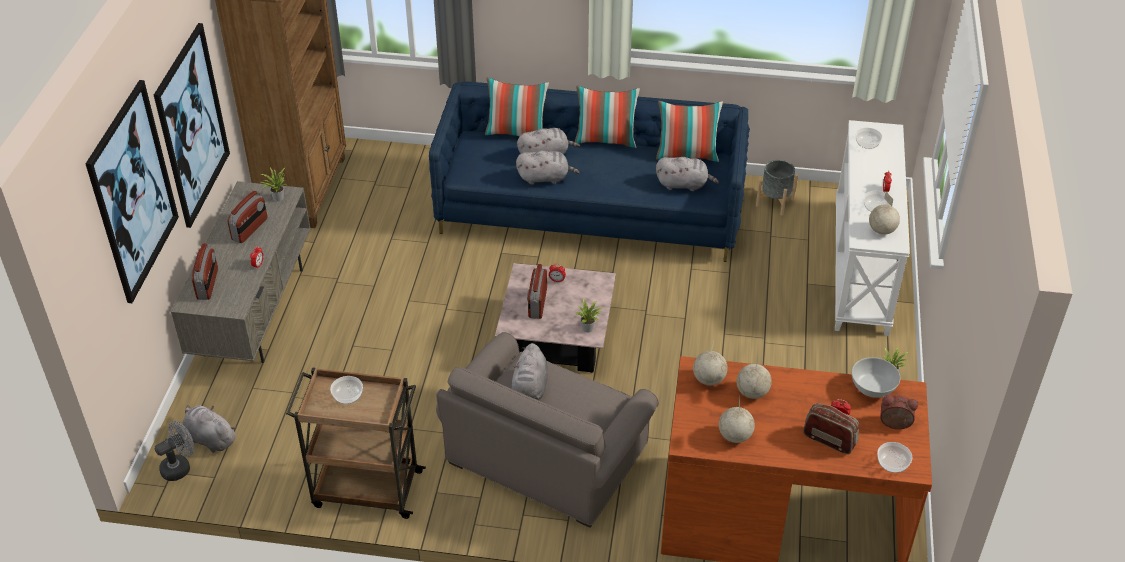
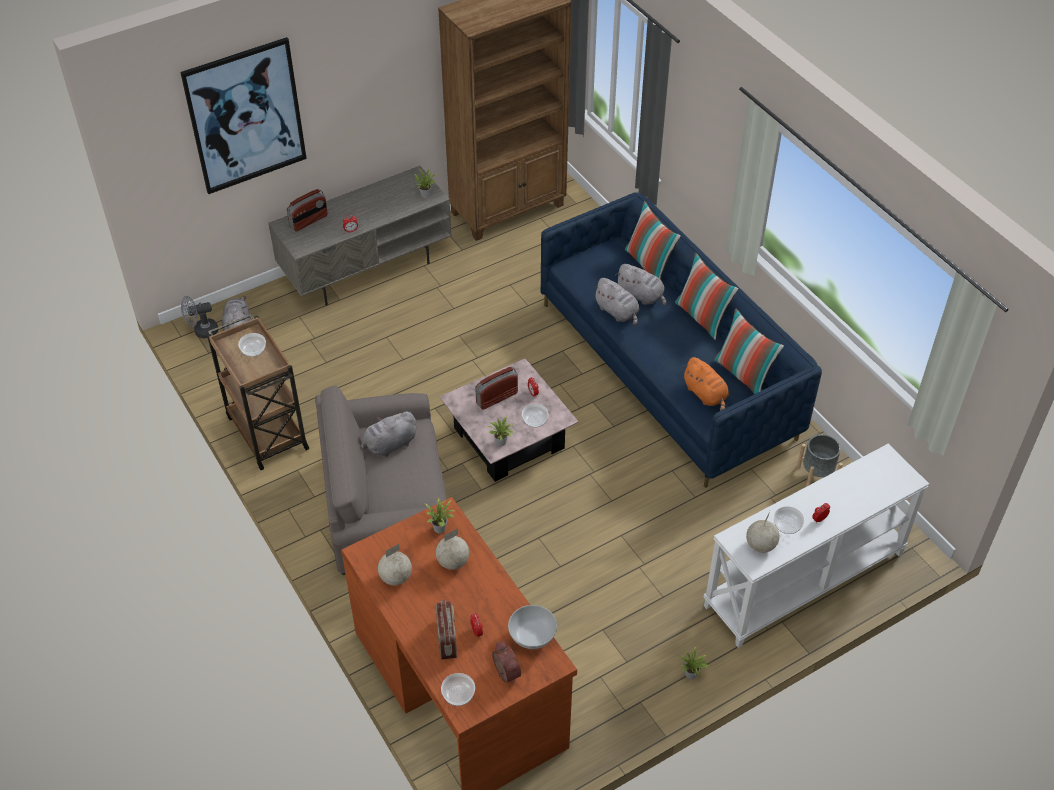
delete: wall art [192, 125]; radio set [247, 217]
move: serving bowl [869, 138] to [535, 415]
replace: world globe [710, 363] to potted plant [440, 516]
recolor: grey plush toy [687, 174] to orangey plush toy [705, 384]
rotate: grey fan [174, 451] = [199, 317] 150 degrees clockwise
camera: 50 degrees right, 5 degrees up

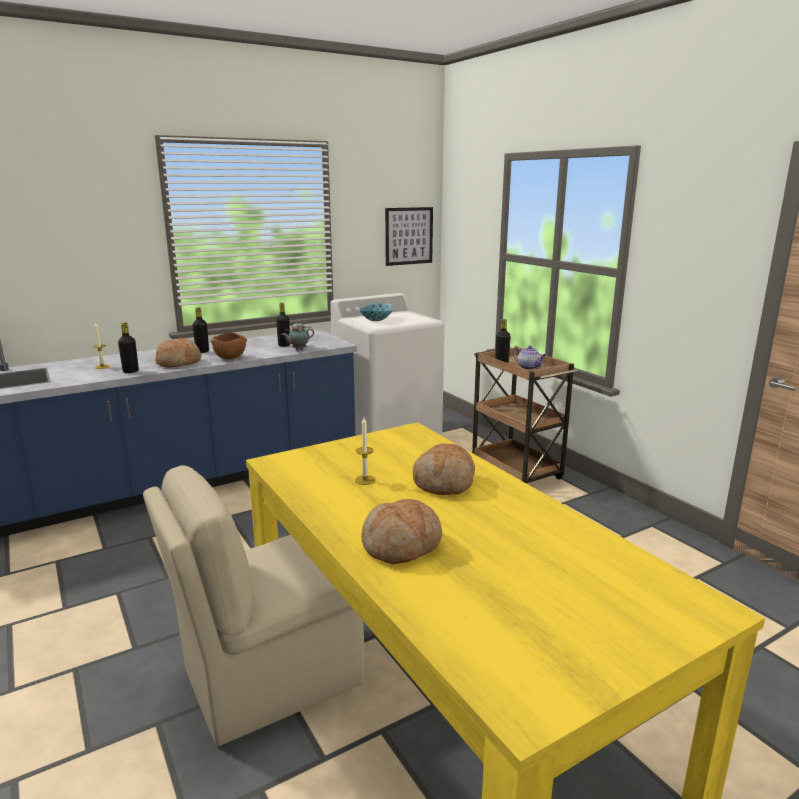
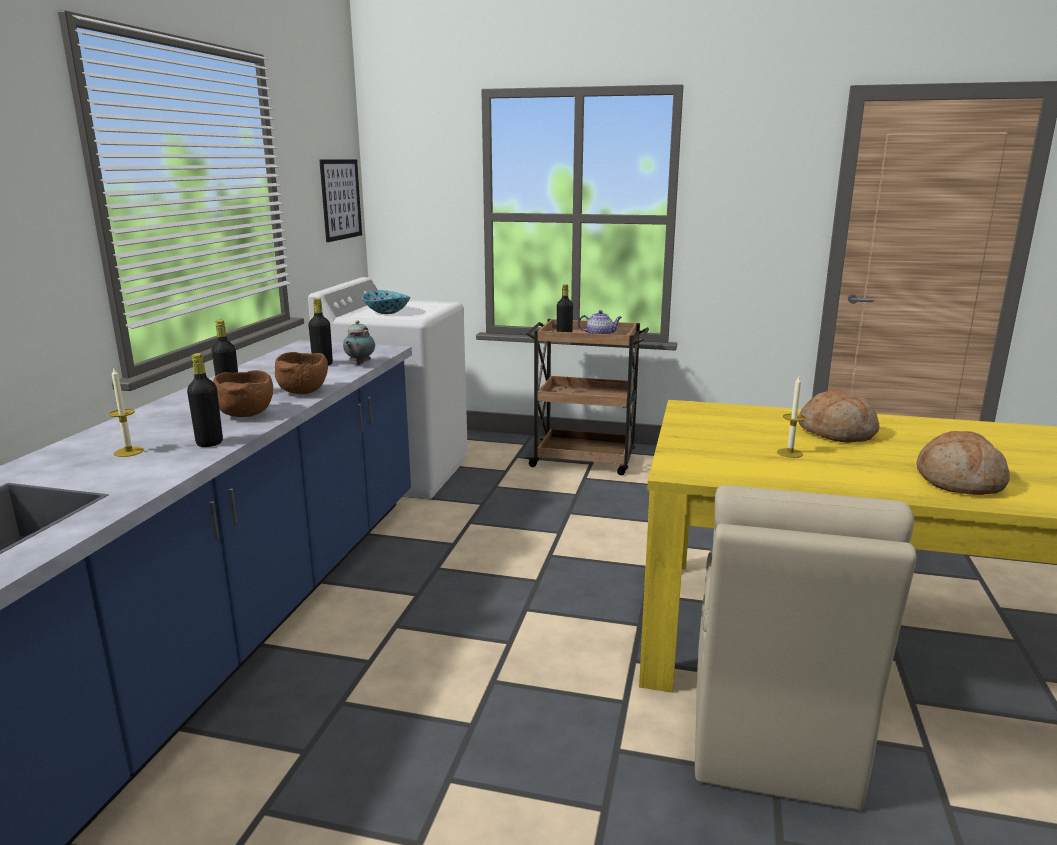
replace: baked bread [178, 352] to brown serving bowl [243, 393]
camera: 45 degrees left, 0 degrees up

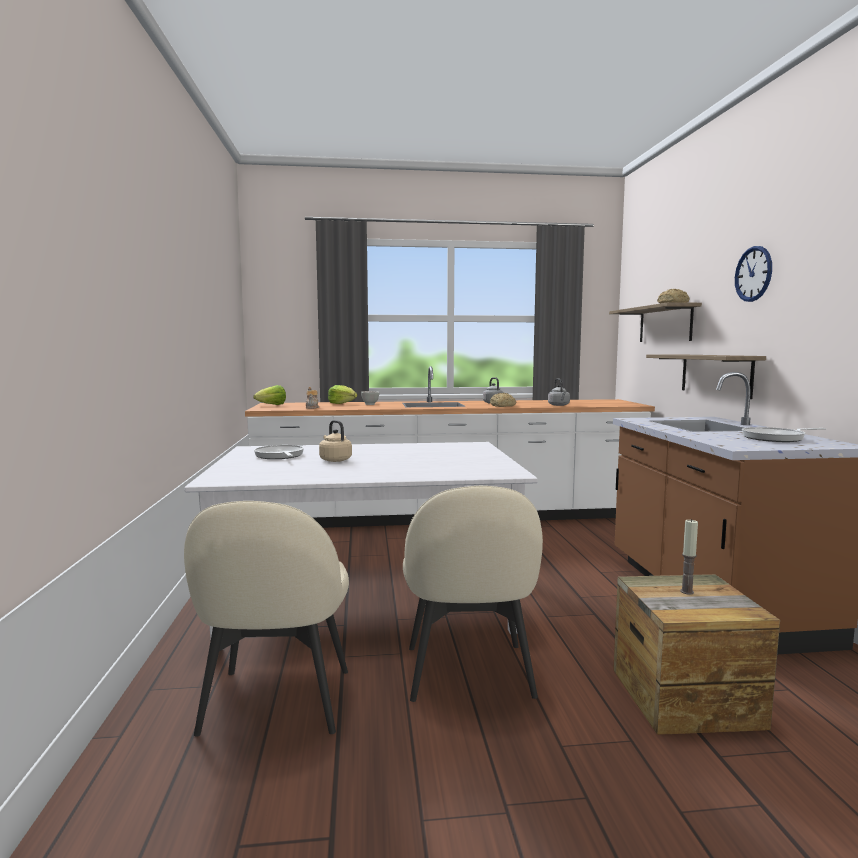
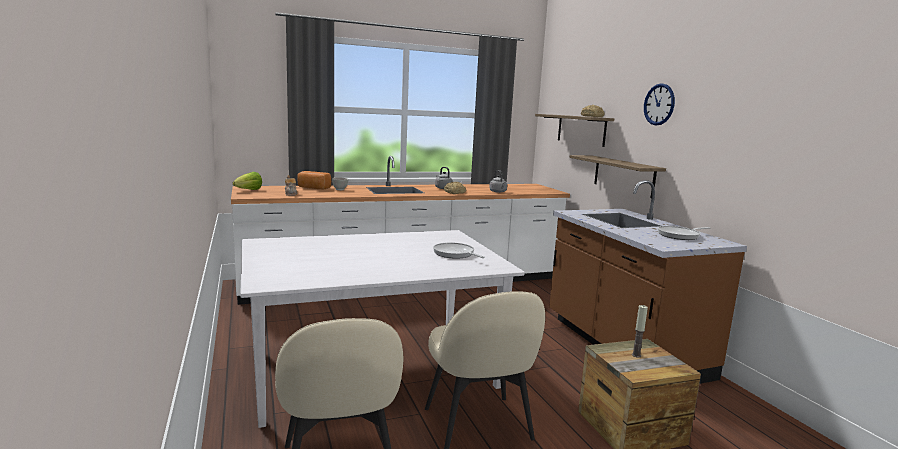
delete: beige-coloured water kettle [335, 441]
move: skillet [279, 452] to [459, 251]
replace: head of lettuce [342, 394] to baked bread [314, 180]
camera: 15 degrees left, 5 degrees up

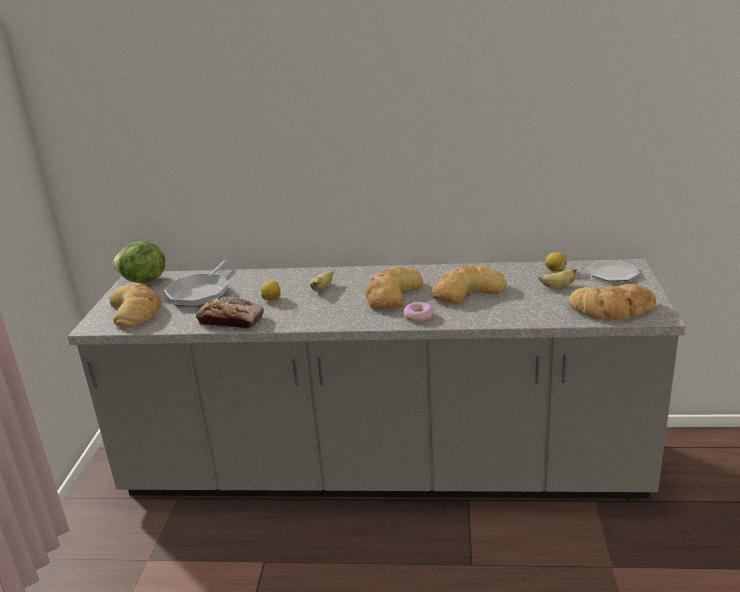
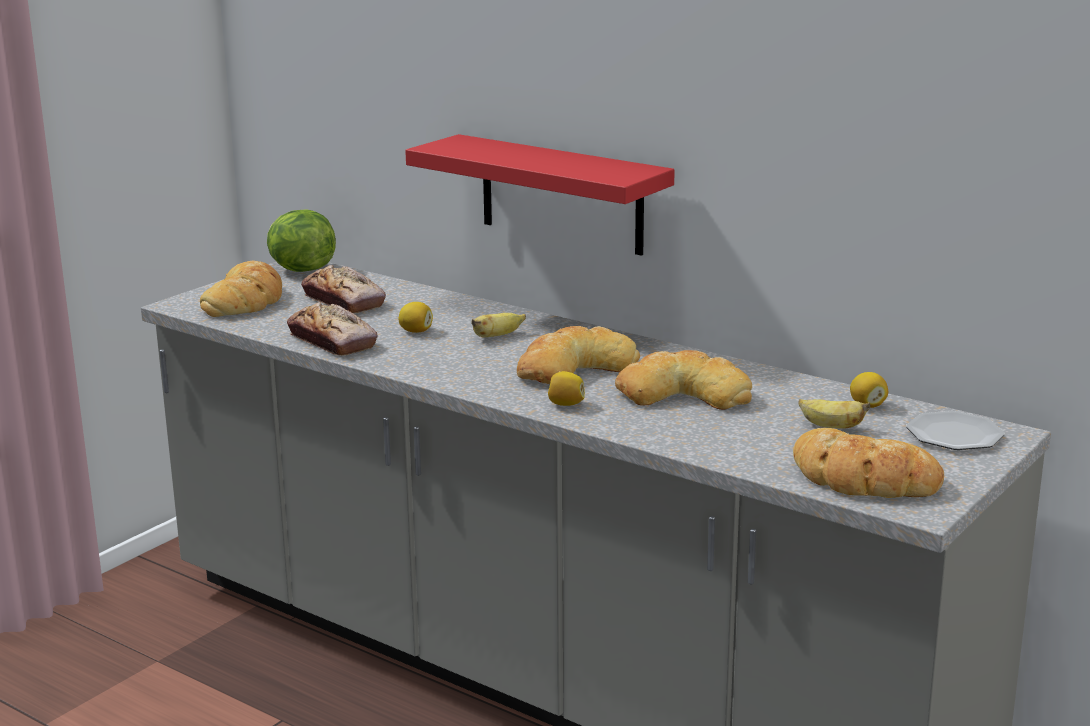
insert: red shelf [540, 195]
replace: skillet [196, 283] to baked bread [343, 289]; donut [418, 312] to whole lemon [566, 388]
camera: 30 degrees right, 5 degrees down

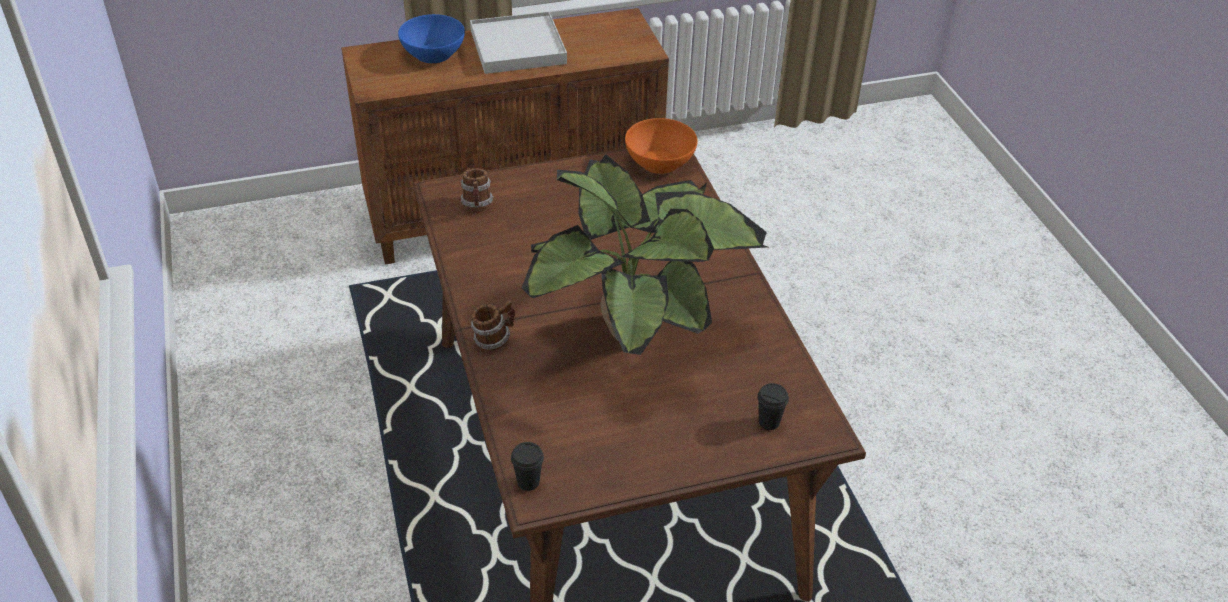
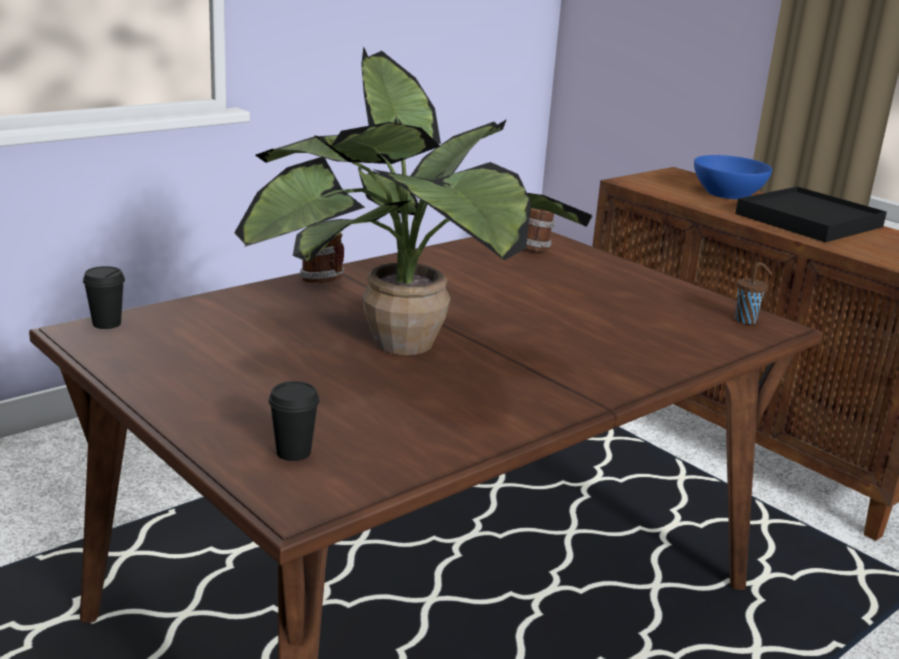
replace: orangey serving bowl [661, 146] to brown cup [753, 293]
recolor: whitish carrying tray [518, 42] to black carrying tray [811, 214]
camera: 65 degrees right, 20 degrees down

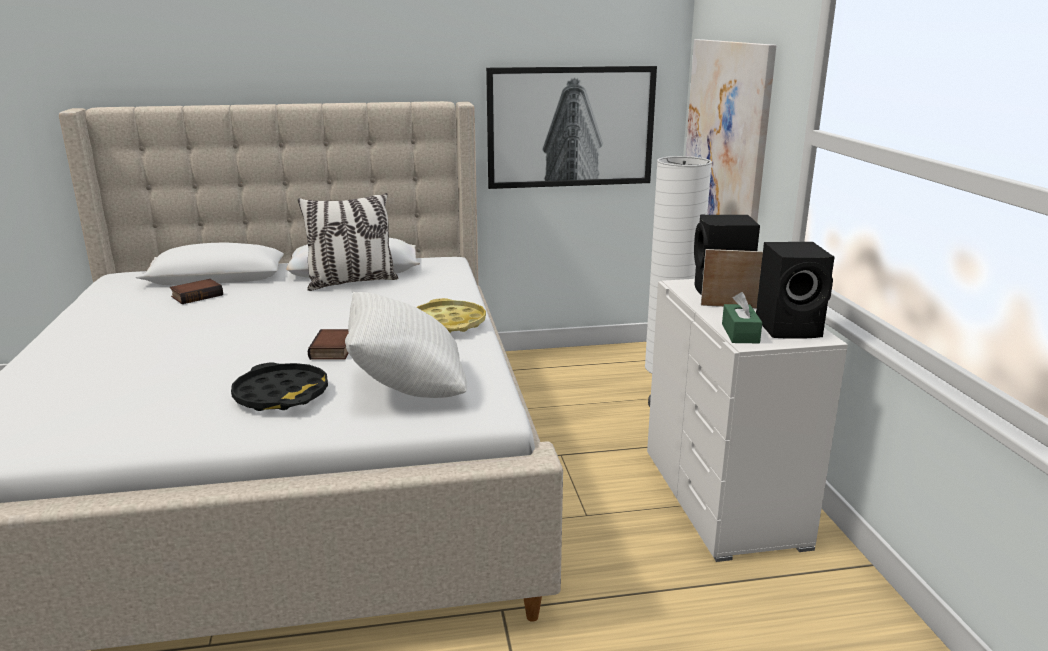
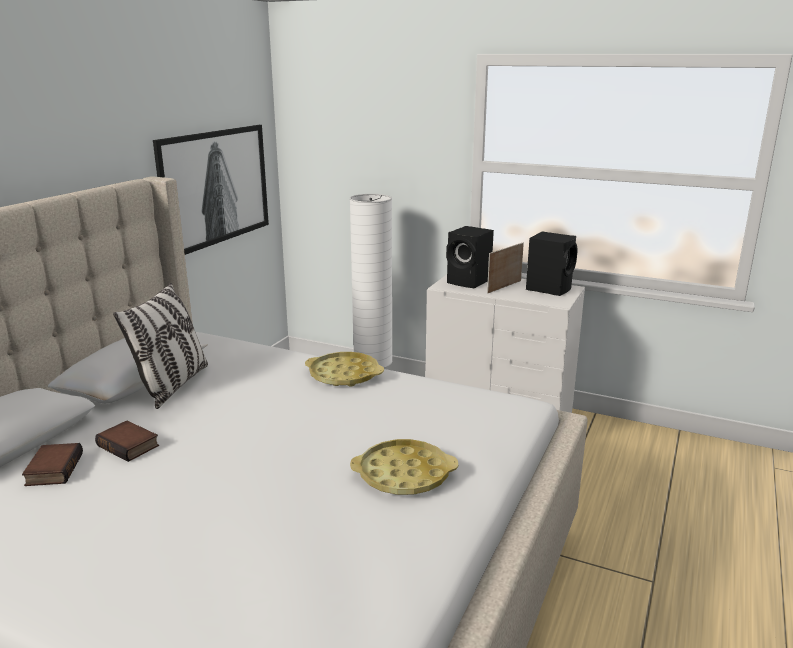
delete: wall art [731, 130]; whitish cushion [406, 345]; green-coloured box of tissues [742, 317]
move: book [328, 344] to [127, 441]
recolor: black carrying tray [279, 386] to yellow carrying tray [404, 467]
camera: 55 degrees left, 0 degrees up

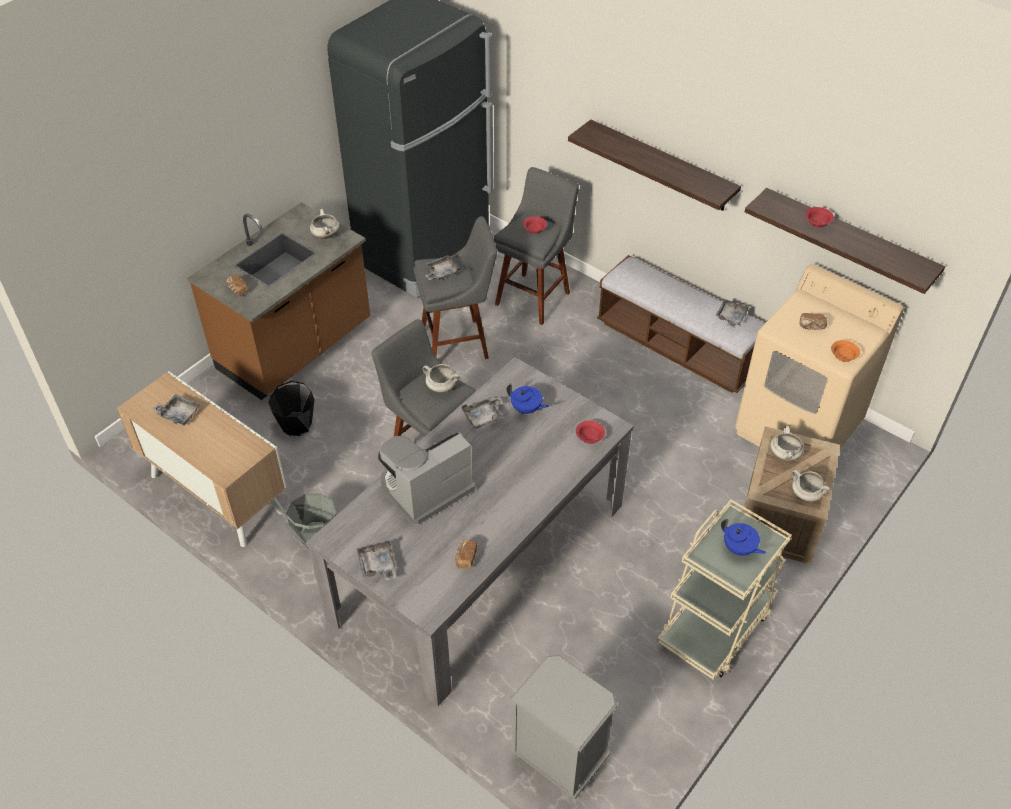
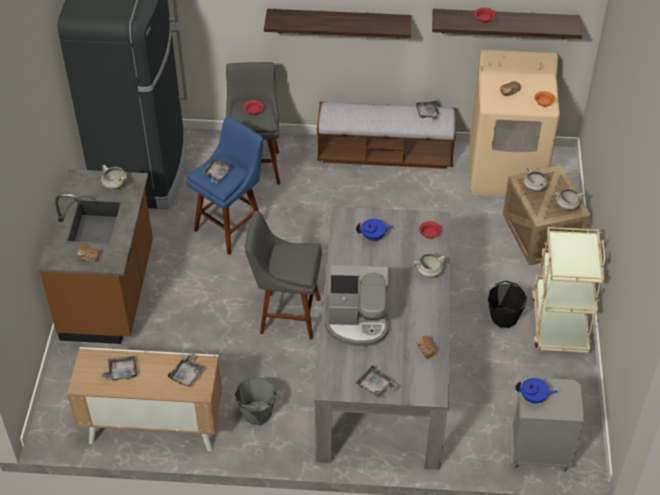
move: whitish saucepot [441, 378] to [430, 265]; black water bucket [291, 409] to [507, 305]; grey carrying tray [482, 413] to [186, 370]; blue tea pot [743, 537] to [536, 390]
recolor: grey stool [455, 287] to blue stool [224, 186]
rotate: coffee machine [427, 478] = [356, 306] 105 degrees counterclockwise
camera: 35 degrees left, 0 degrees up

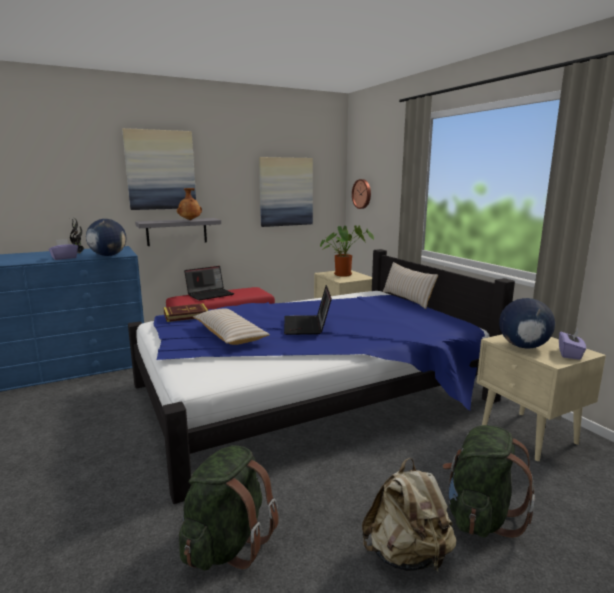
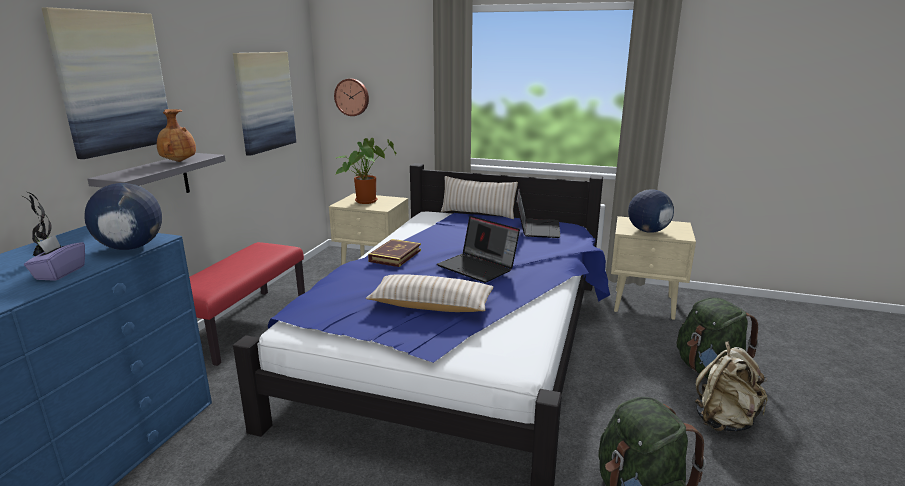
delete: purplish box of tissues [572, 344]
move: notebook computer [209, 283] to [538, 213]; book [185, 312] to [394, 253]
camera: 45 degrees left, 5 degrees up

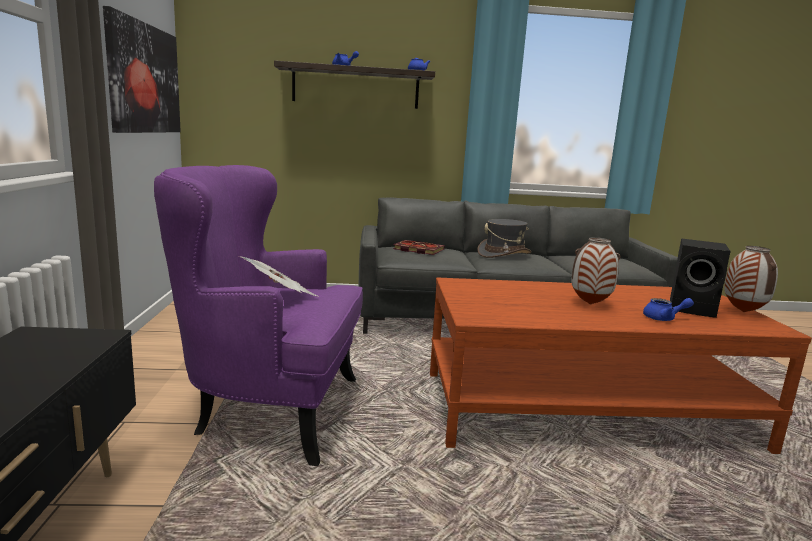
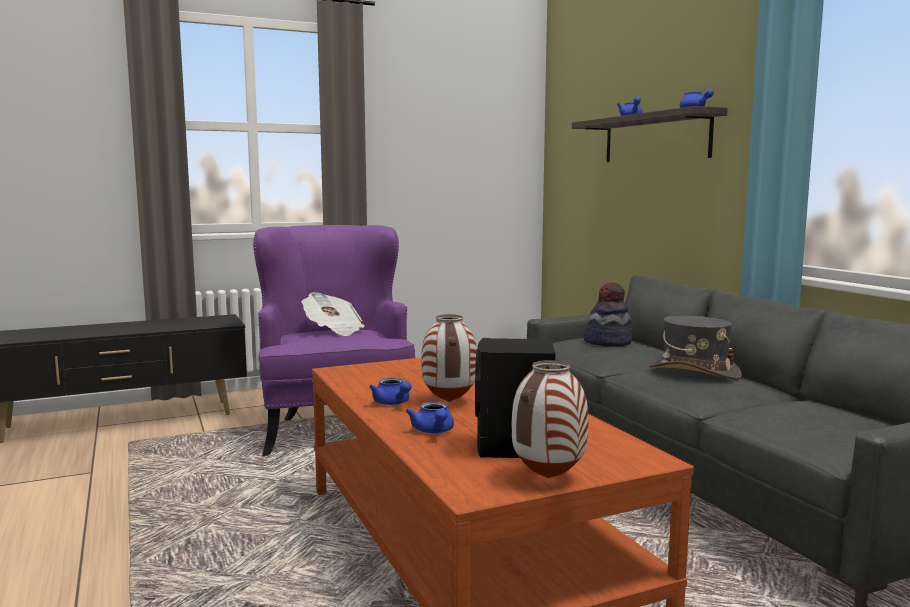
delete: wall art [142, 69]
insert: blue tea pot [390, 391]
replace: book [419, 247] to hat [608, 314]
camera: 70 degrees right, 5 degrees down

